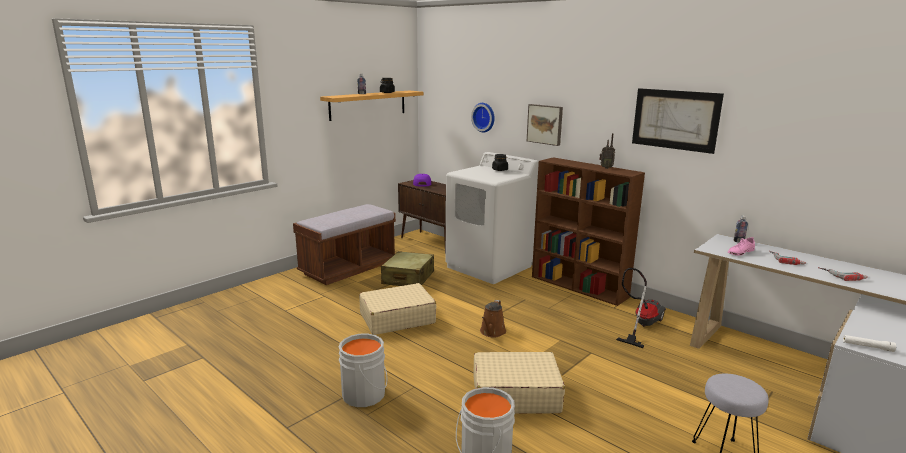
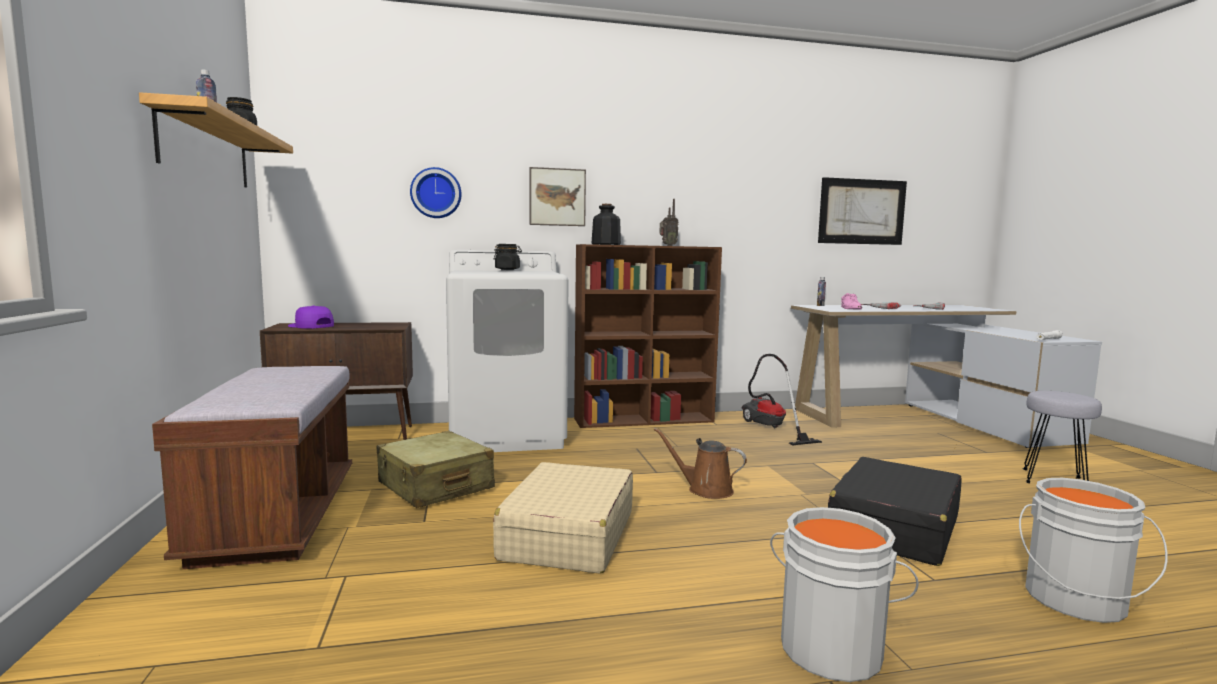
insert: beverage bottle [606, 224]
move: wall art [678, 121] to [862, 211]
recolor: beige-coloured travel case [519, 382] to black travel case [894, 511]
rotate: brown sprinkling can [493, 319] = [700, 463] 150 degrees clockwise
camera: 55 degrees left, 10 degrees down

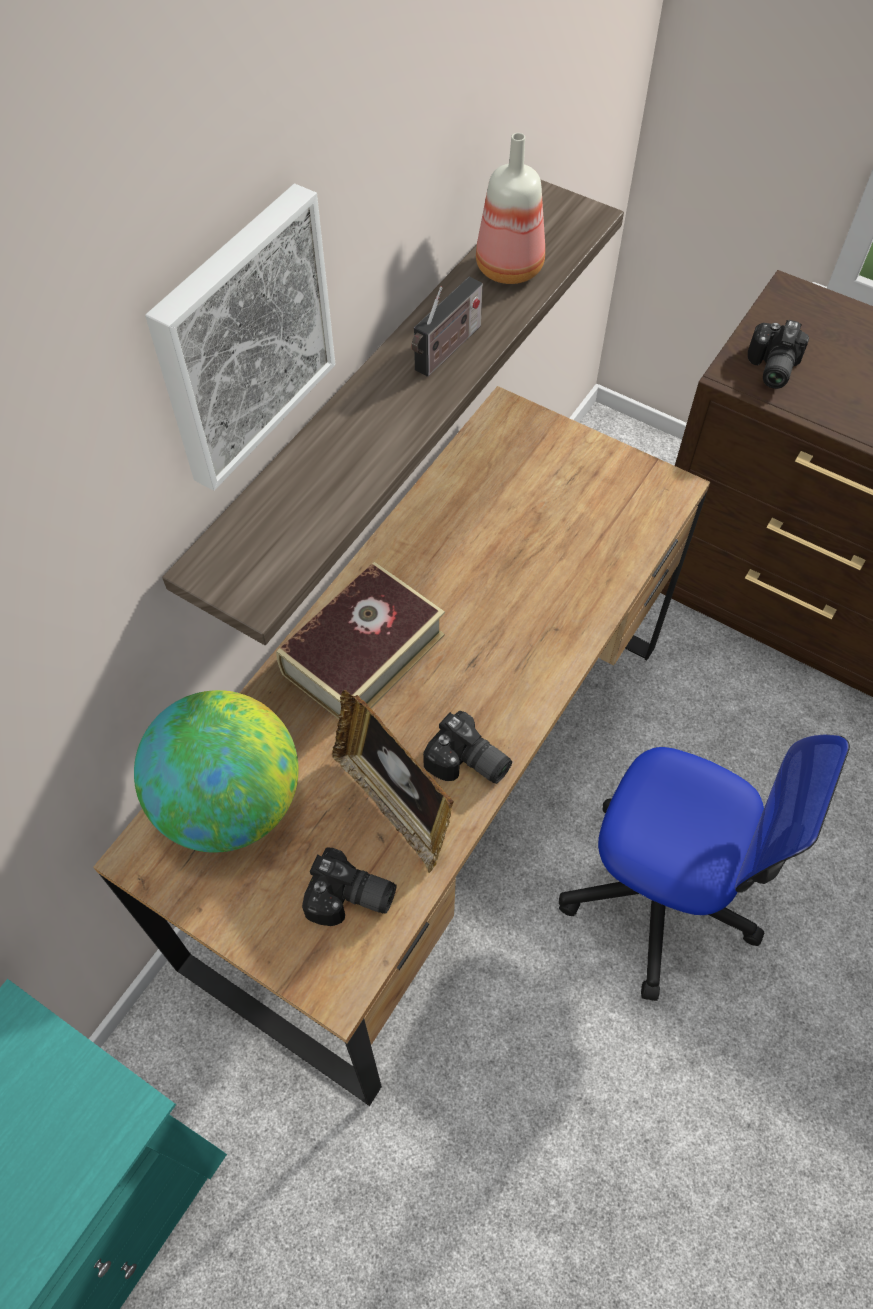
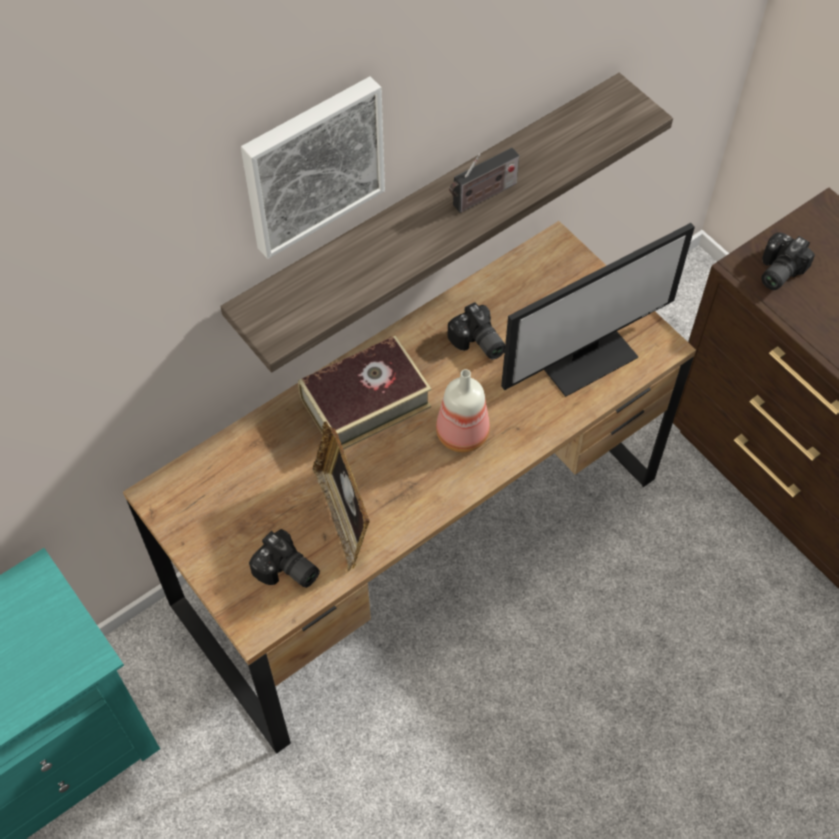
delete: world globe [216, 771]; desk chair [704, 867]
insert: monitor [598, 310]
move: beverage bottle [510, 208] to [463, 410]; still camera [467, 747] to [476, 331]
camera: 20 degrees right, 0 degrees up

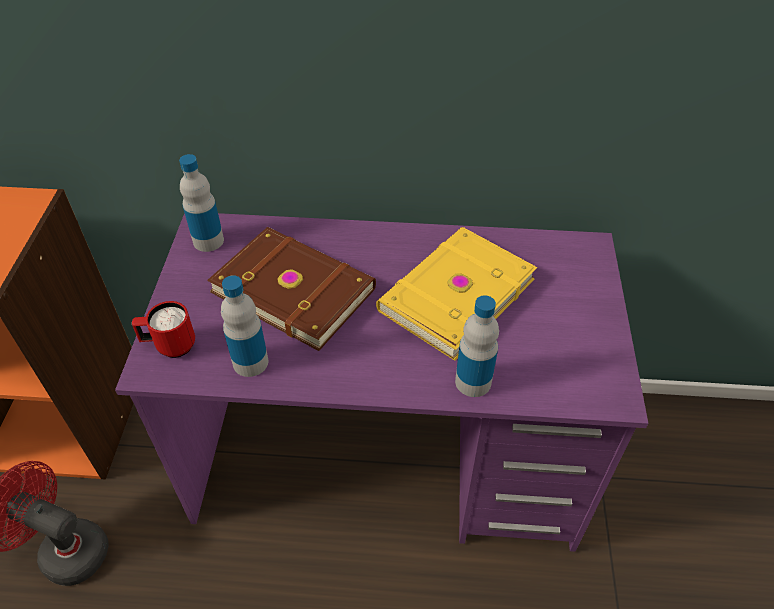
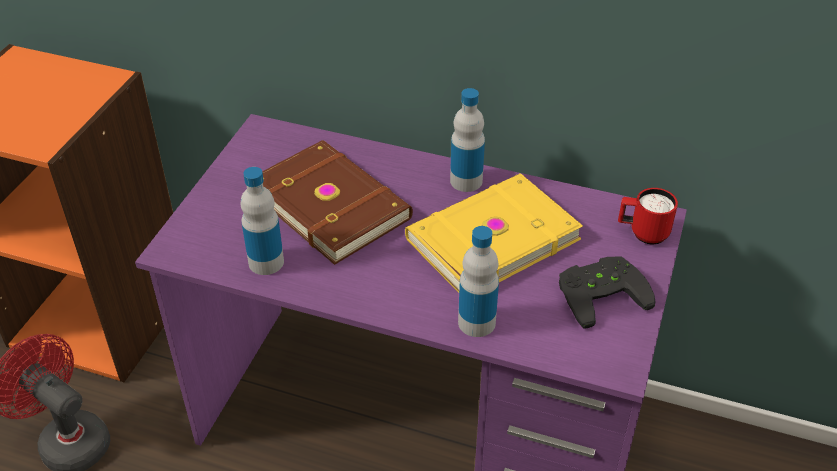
insert: black game controller [607, 292]
move: beverage bottle [201, 203] to [467, 140]; red coffee mug [163, 329] to [648, 216]
camera: 15 degrees right, 5 degrees down

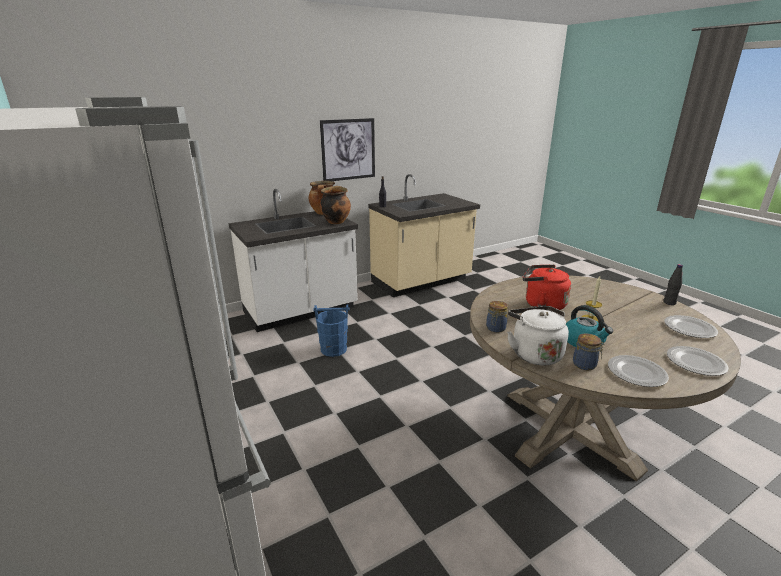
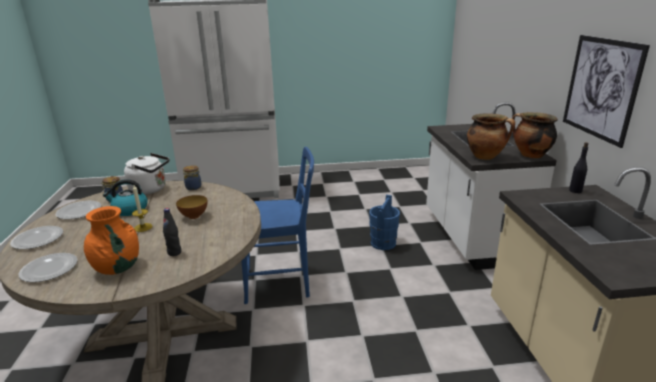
insert: blue upright chair [277, 225]; orangey decorative vase [111, 240]
move: black beverage bottle [673, 284] to [172, 232]
replace: red water kettle [547, 288] to serving bowl [191, 207]
camera: 115 degrees right, 0 degrees up

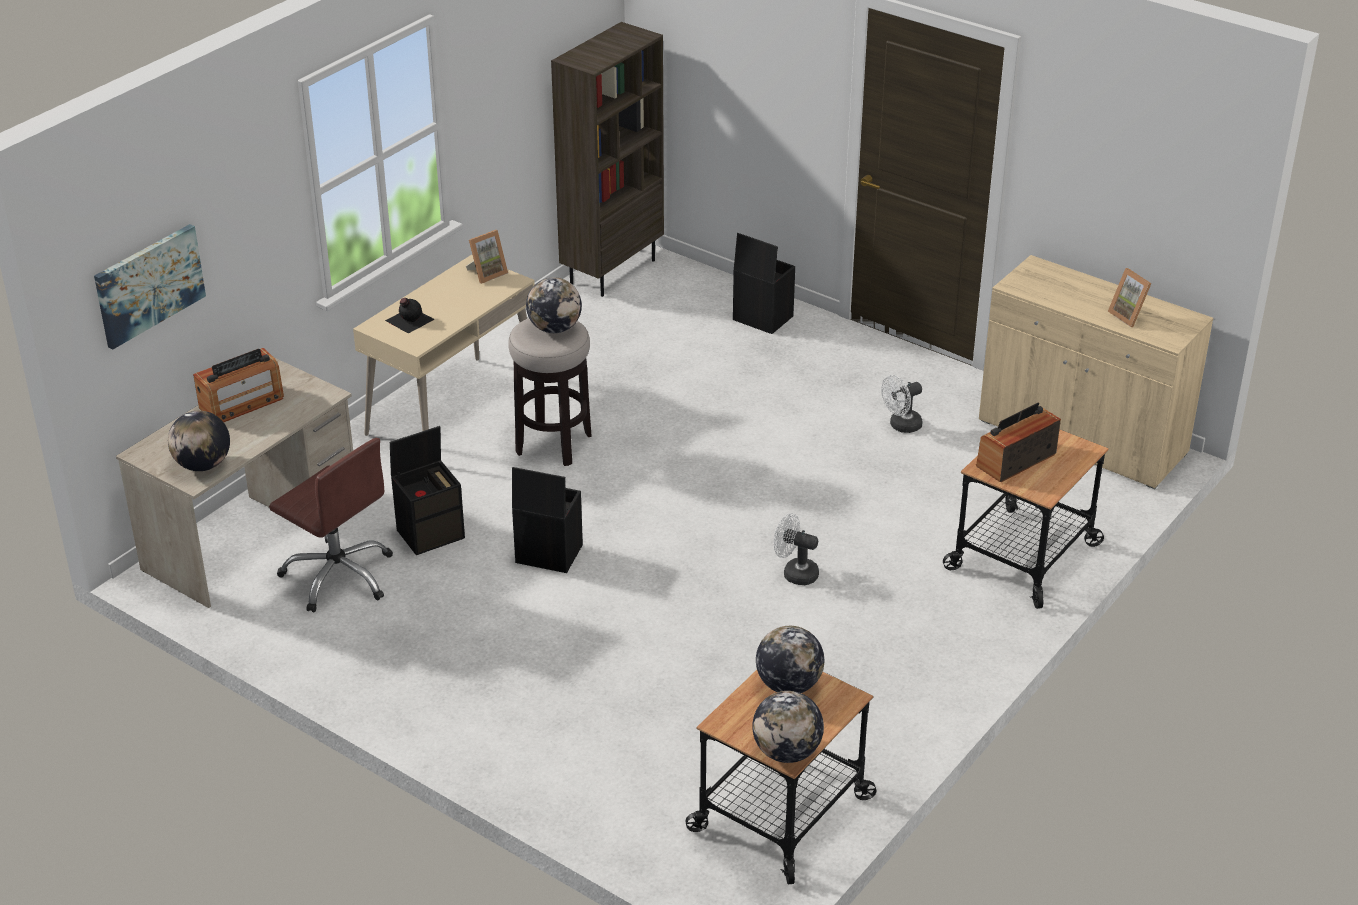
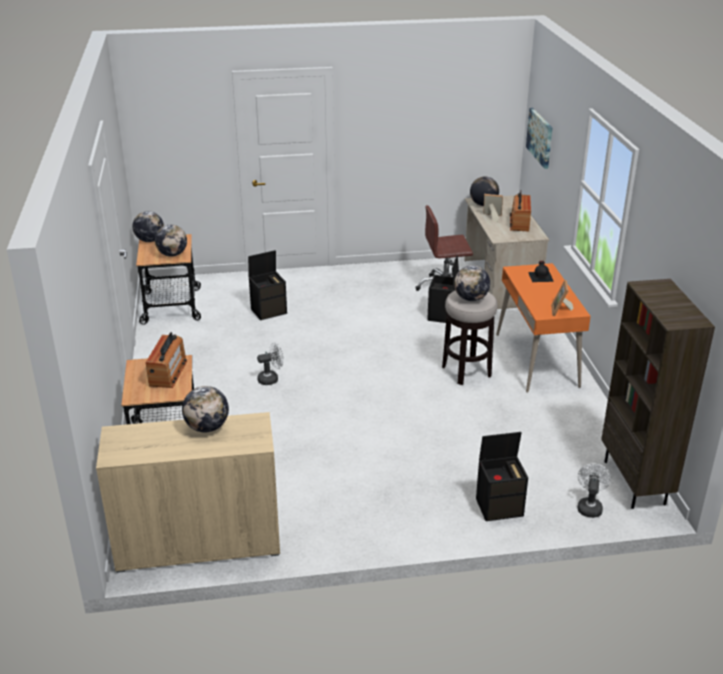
insert: world globe [205, 409]
move: picture frame [1130, 297] to [493, 208]; whitish fan [902, 404] to [594, 490]; black storage box [547, 520] to [267, 285]
recolor: beige-coloured desk unit [444, 345] to orangey desk unit [543, 328]
camera: 135 degrees right, 5 degrees down

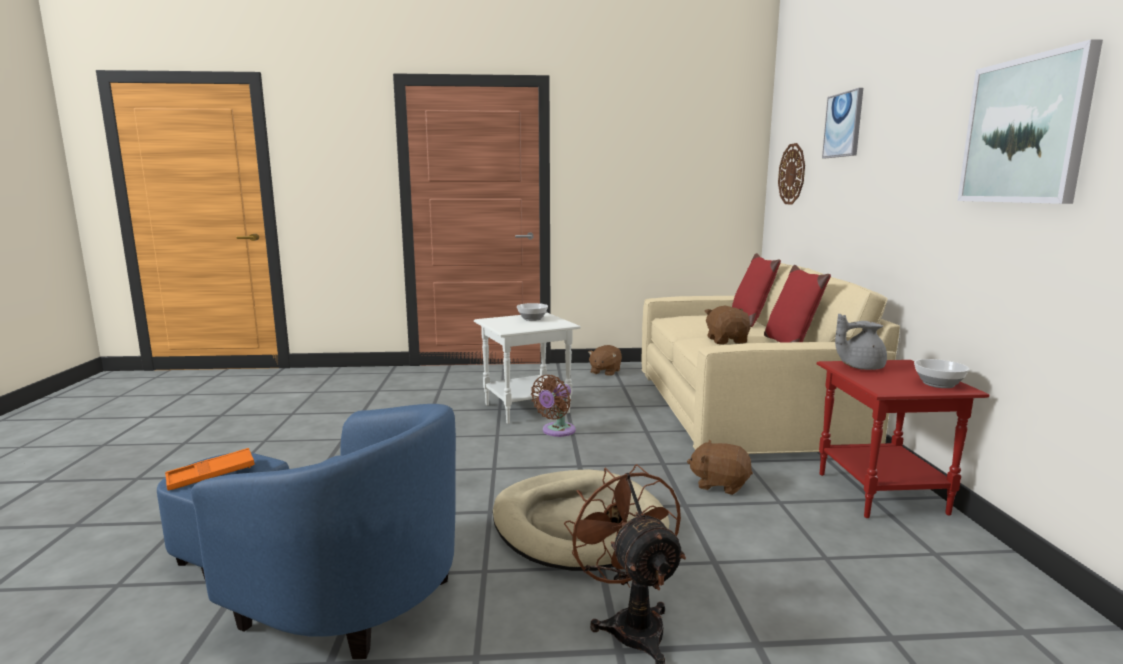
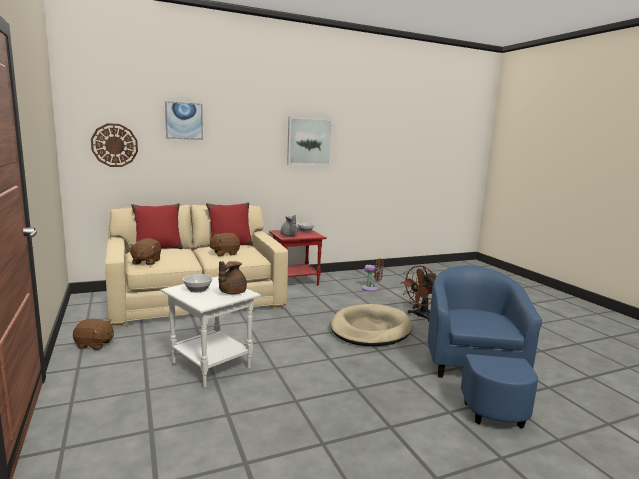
delete: orangey carrying tray [210, 469]
insert: brown tea pot [233, 277]
move: brown fan [553, 406] to [372, 275]; brown plush toy [720, 467] to [144, 251]
camera: 110 degrees left, 0 degrees up

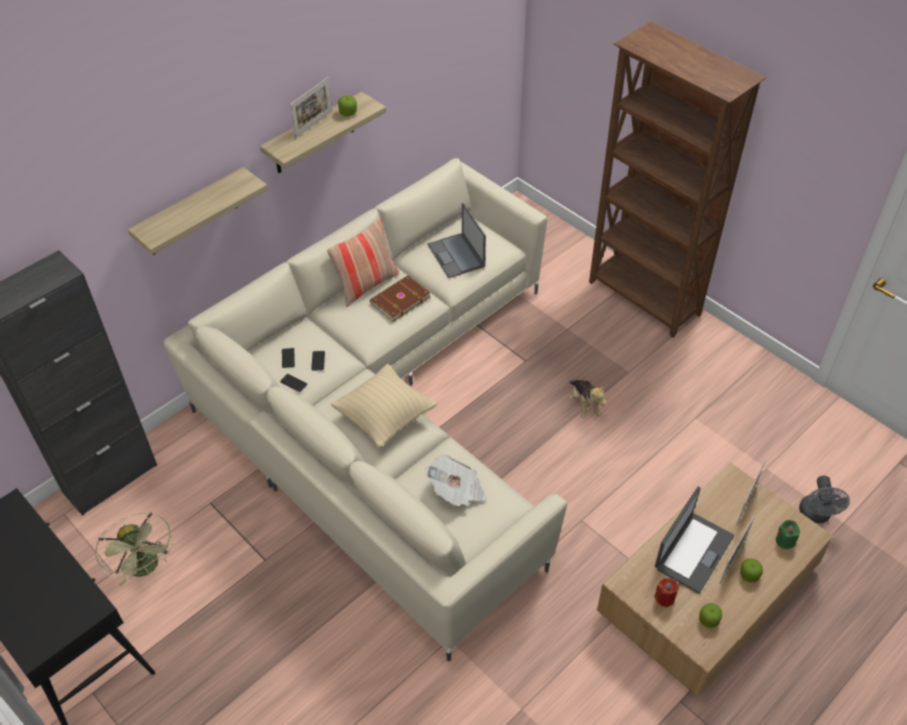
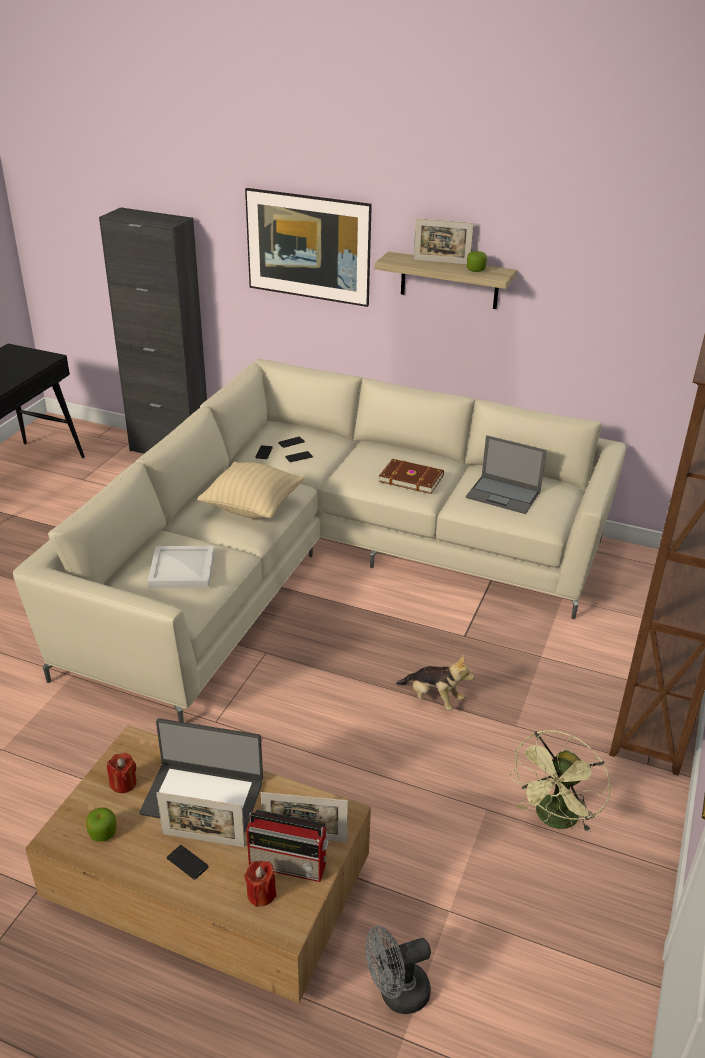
delete: cushion [363, 262]
insert: radio set [288, 846]
move: green-coloured fan [134, 549] to [560, 781]
replace: shelf [198, 211] to wall art [308, 247]; newspaper [455, 480] to whitish carrying tray [180, 567]; apple fruit [751, 570] to handset [188, 862]
recolor: green-coloured candle [788, 534] to red candle [260, 884]
rotate: notebook computer [456, 240] = [506, 474] 105 degrees counterclockwise; plush toy [587, 399] = [435, 682] 105 degrees counterclockwise
camera: 65 degrees right, 15 degrees down

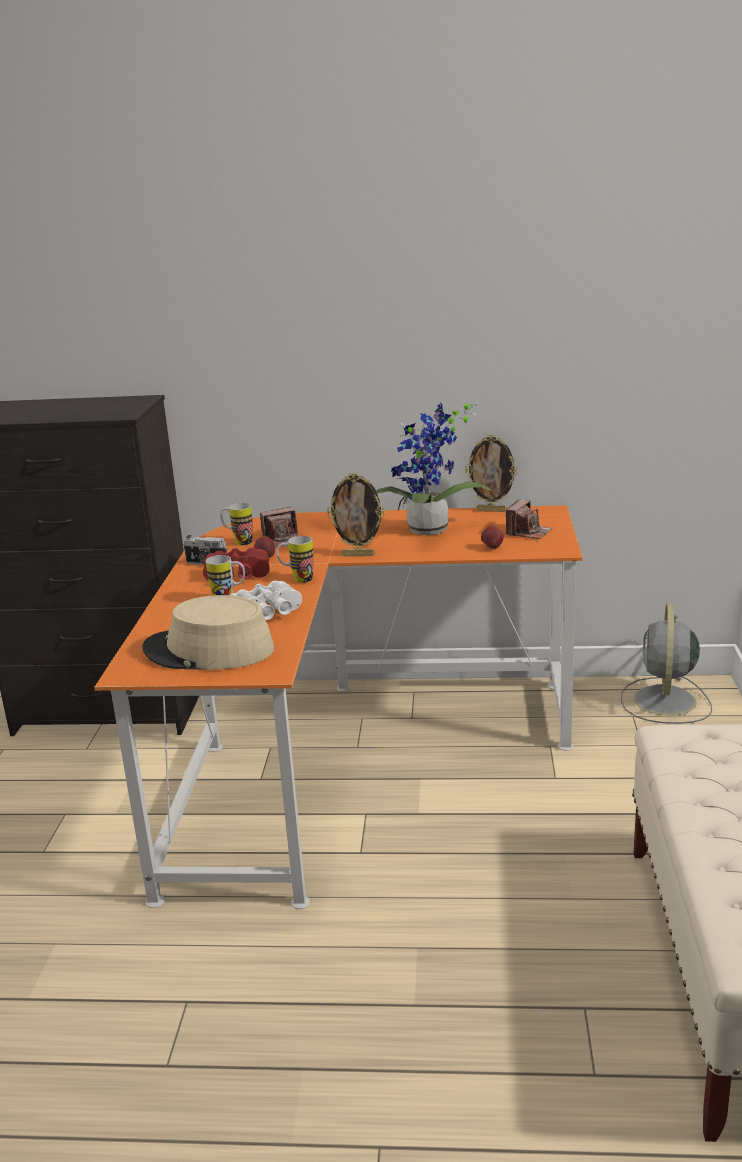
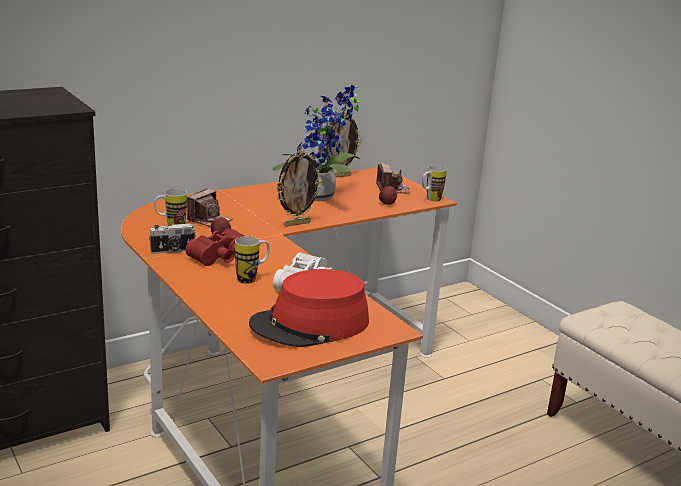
delete: grey fan [666, 664]
move: coffee mug [295, 559] to [434, 183]
recolor: beige-coloured hat [208, 632] to red hat [309, 308]
camera: 40 degrees left, 0 degrees up

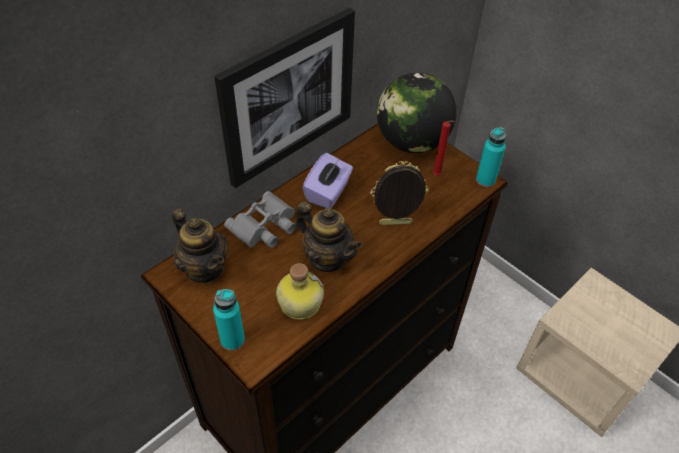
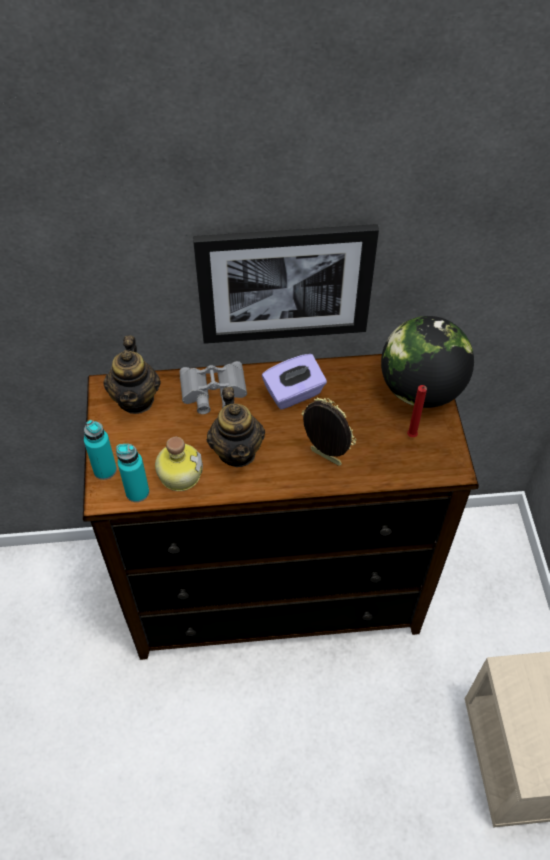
move: turquoise-coloured beverage bottle [491, 157] to [132, 473]
camera: 40 degrees right, 5 degrees up

